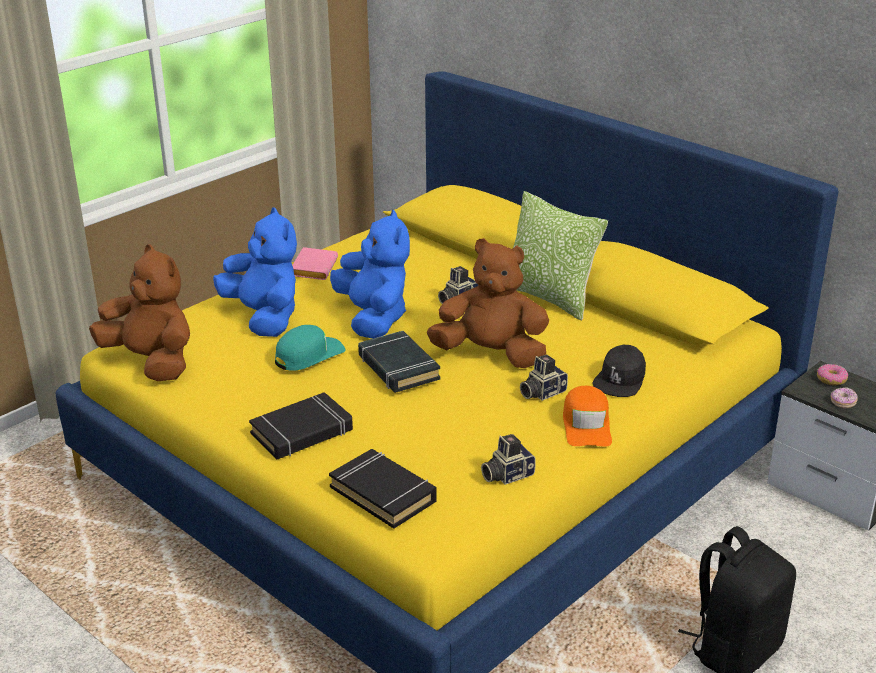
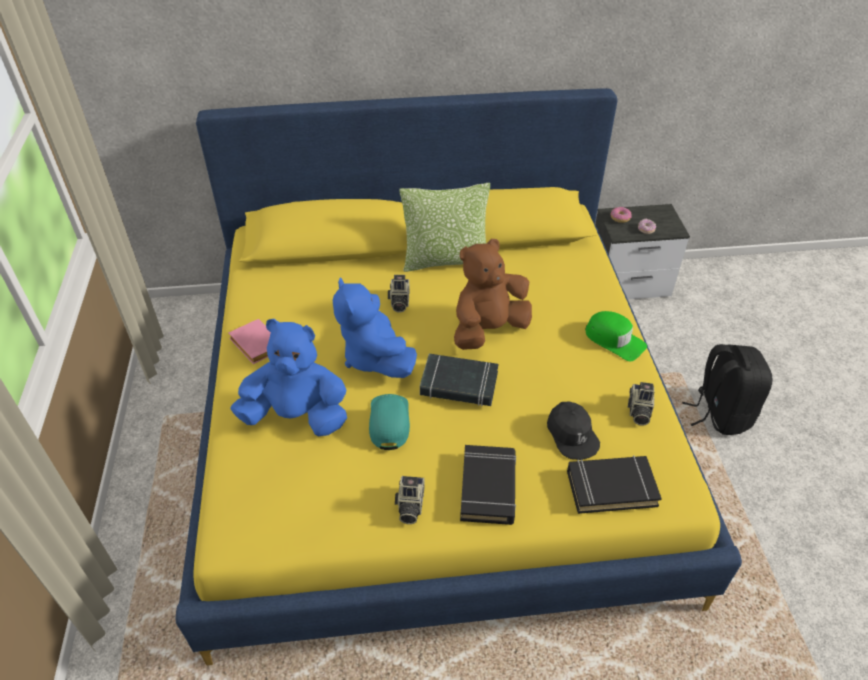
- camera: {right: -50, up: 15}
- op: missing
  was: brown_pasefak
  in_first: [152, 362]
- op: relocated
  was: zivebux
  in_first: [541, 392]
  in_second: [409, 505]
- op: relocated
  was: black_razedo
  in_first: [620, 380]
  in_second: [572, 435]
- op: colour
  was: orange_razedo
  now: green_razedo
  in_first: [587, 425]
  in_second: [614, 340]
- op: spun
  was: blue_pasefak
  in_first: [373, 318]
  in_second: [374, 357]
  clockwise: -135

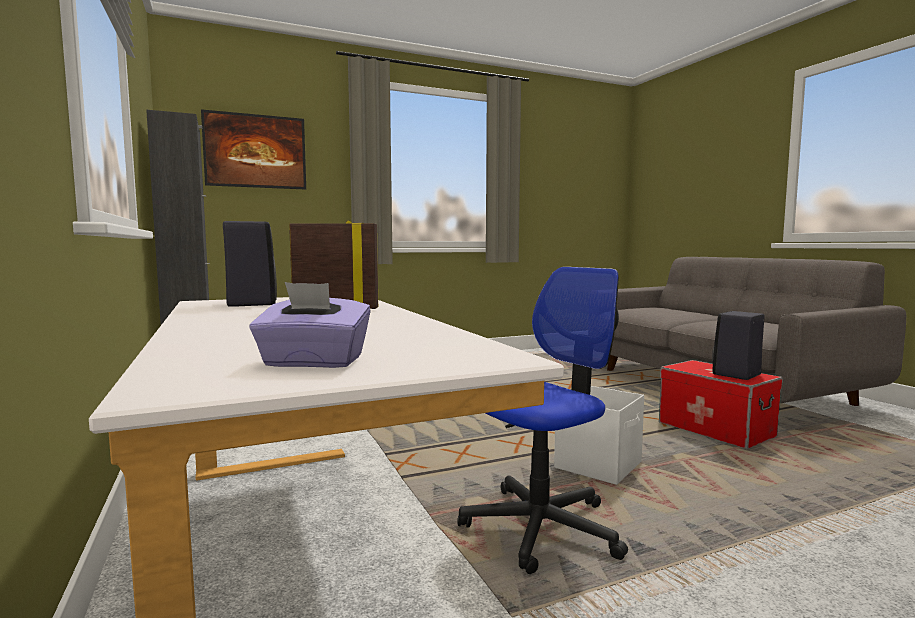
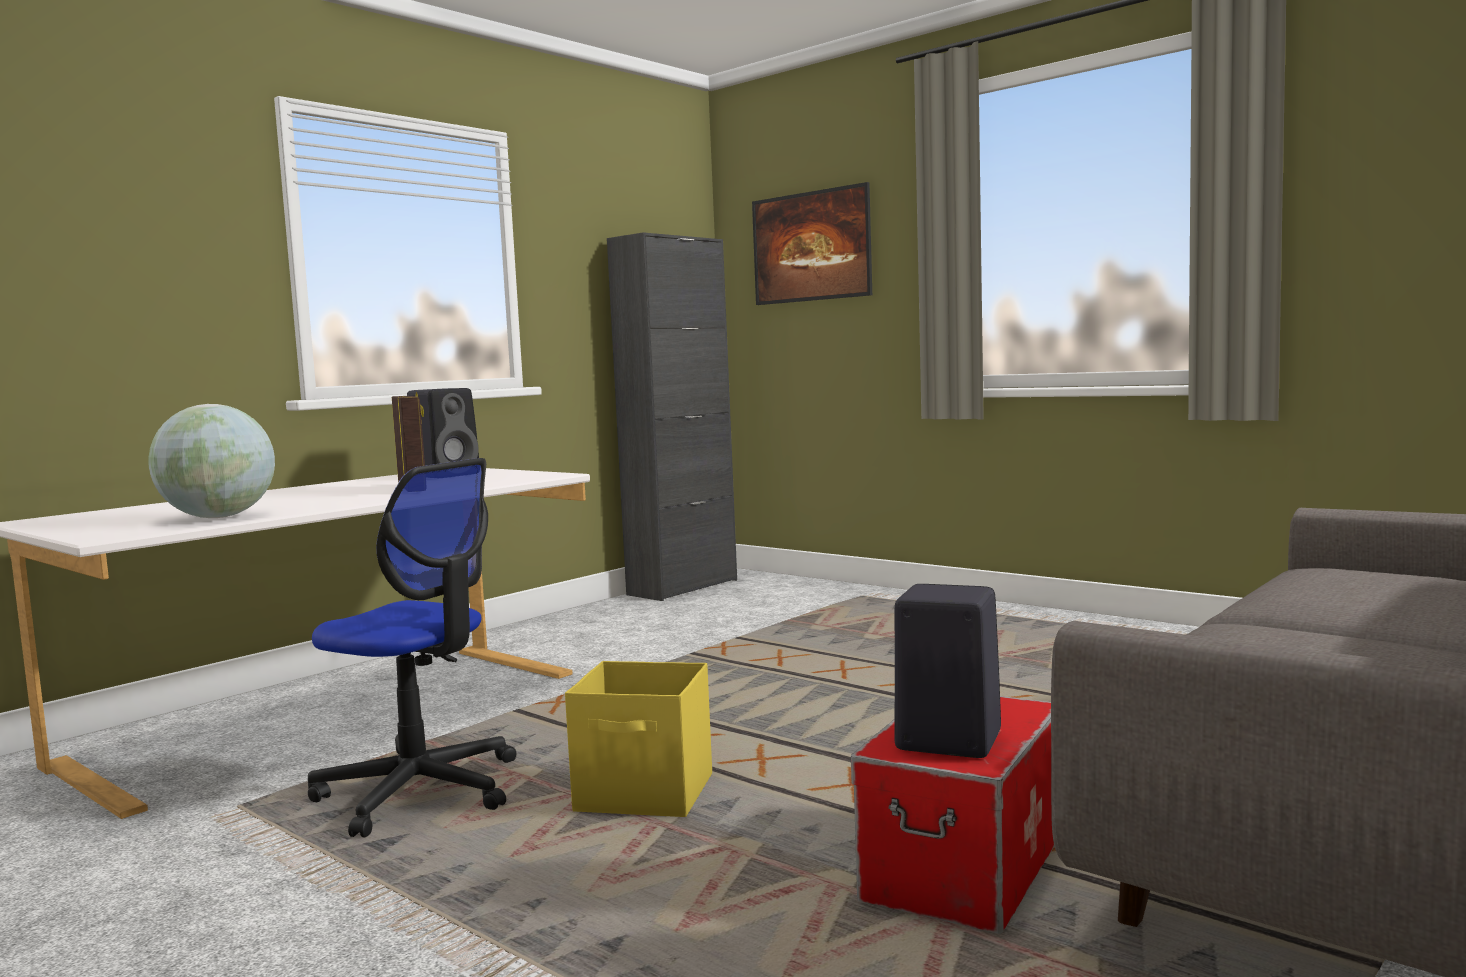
- camera: {right: 65, up: 0}
- op: missing
  was: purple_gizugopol
  in_first: [313, 362]
- op: appeared
  now: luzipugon
  in_second: [218, 517]
- op: colour
  was: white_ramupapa
  now: yellow_ramupapa
  in_first: [599, 465]
  in_second: [646, 794]

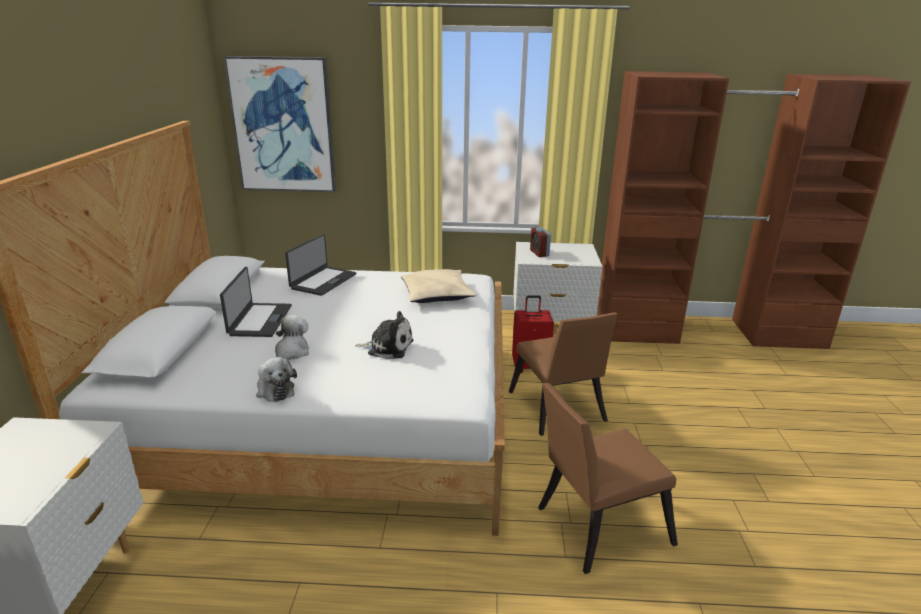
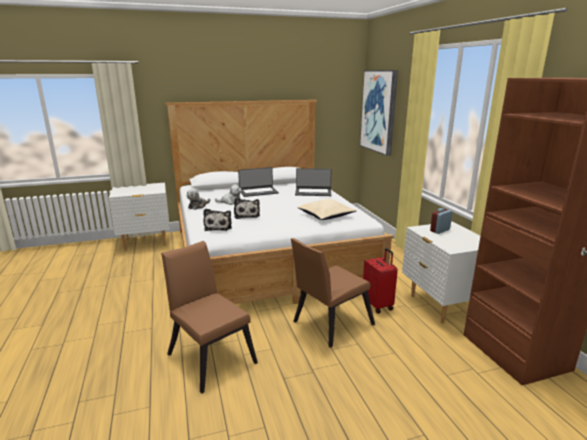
- camera: {right: 70, up: -5}
- op: appeared
  now: pasefak
  in_second: [218, 227]

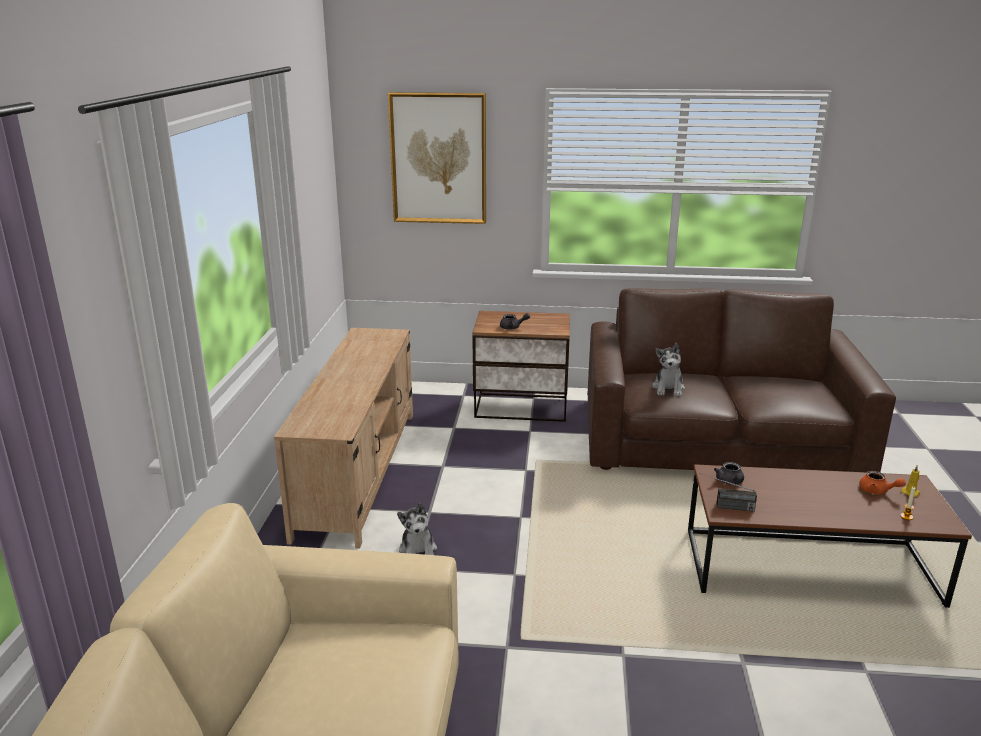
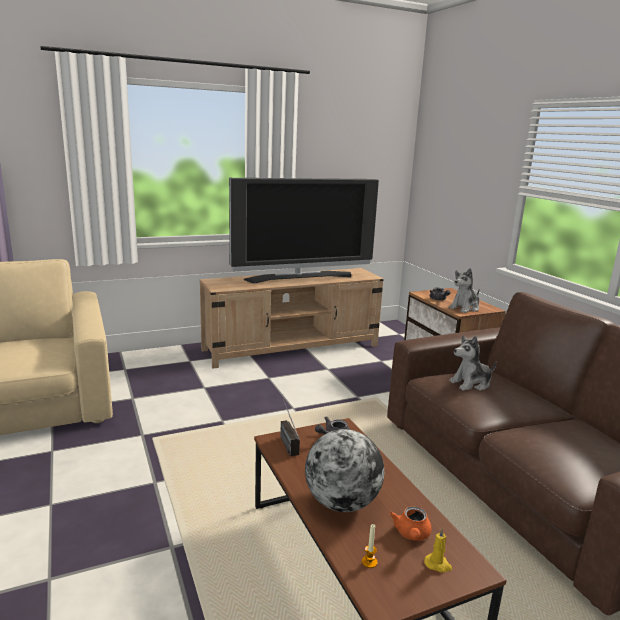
- camera: {right: 60, up: -5}
- op: missing
  was: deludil
  in_first: [438, 159]
- op: appeared
  now: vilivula
  in_second: [300, 277]
- op: appeared
  now: luzipugon
  in_second: [342, 503]
- op: relocated
  was: pasefak
  in_first: [418, 551]
  in_second: [465, 308]

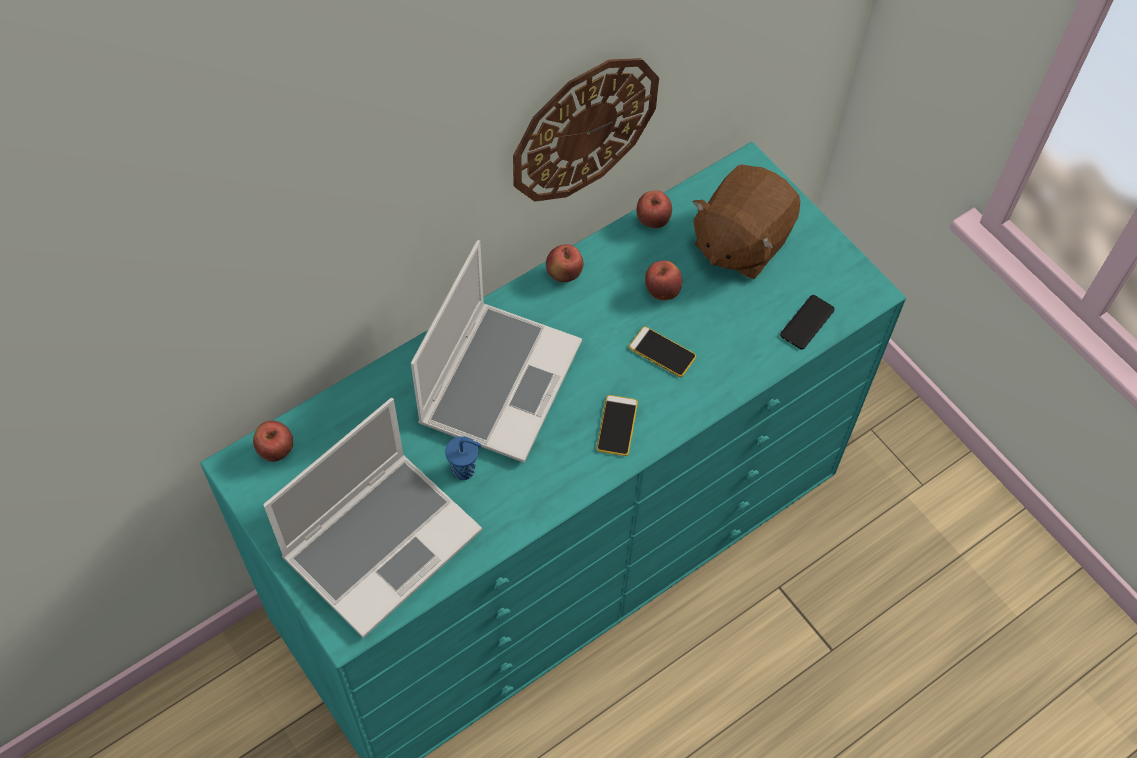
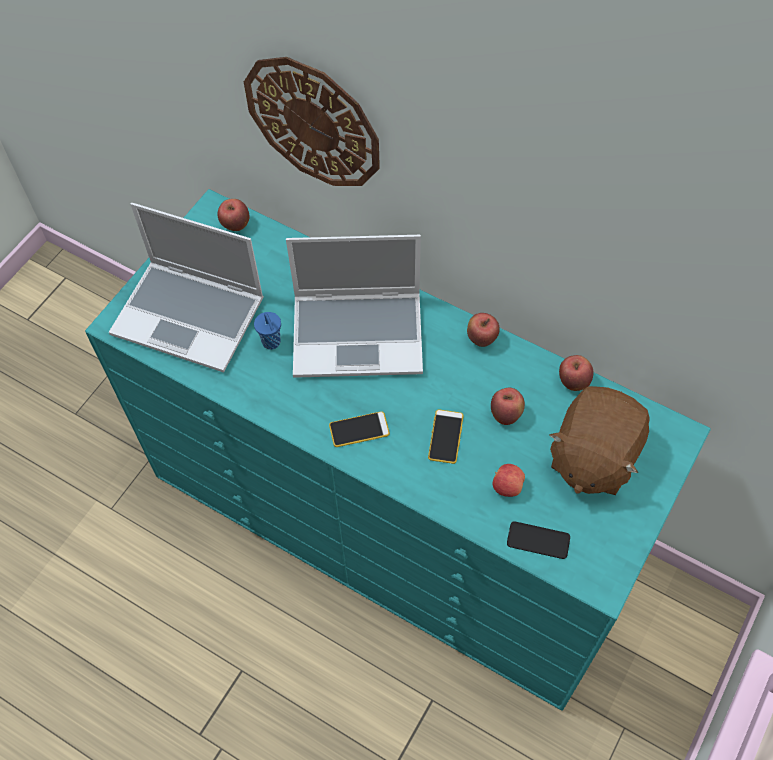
- camera: {right: 70, up: 0}
- op: appeared
  now: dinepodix
  in_second: [507, 486]
- op: relocated
  was: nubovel
  in_first: [584, 128]
  in_second: [313, 122]
- op: spun
  was: brown_pasefak
  in_first: [740, 242]
  in_second: [592, 456]
  clockwise: -75

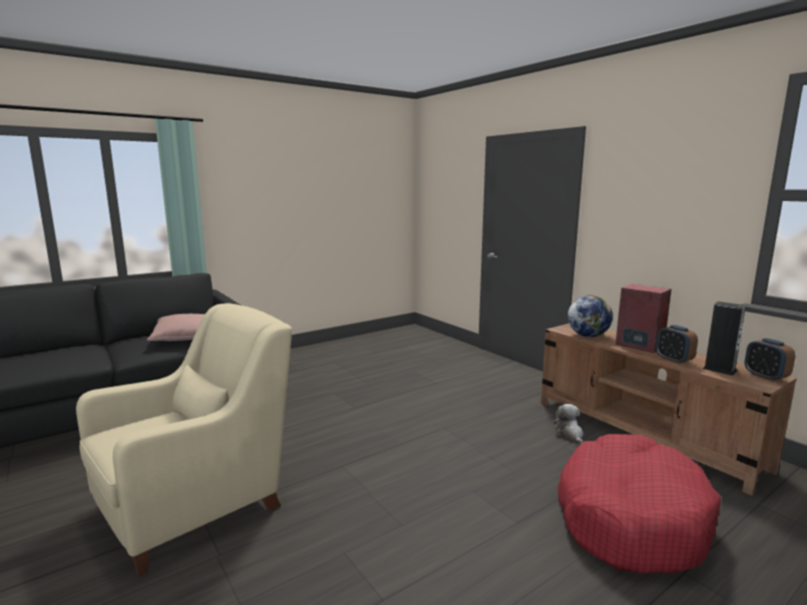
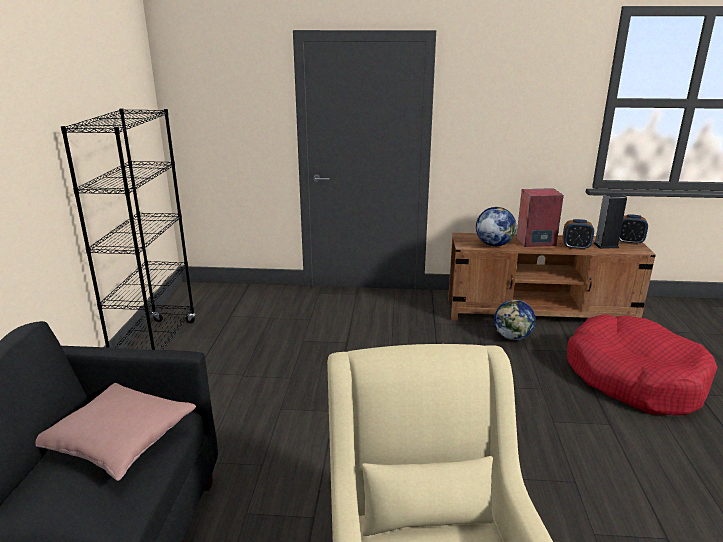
- camera: {right: -50, up: 10}
- op: appeared
  now: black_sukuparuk
  in_second: [156, 345]
- op: exchanged
  was: pasefak
  now: luzipugon
  in_first: [570, 434]
  in_second: [512, 337]

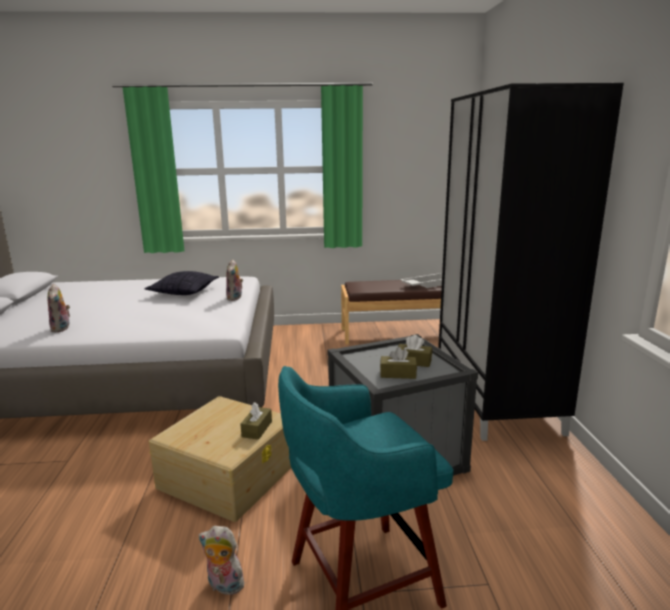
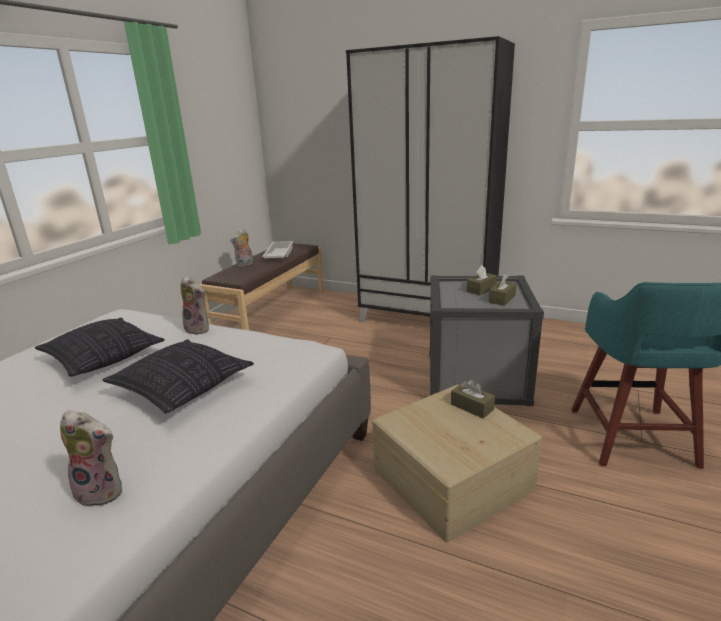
- camera: {right: -60, up: 5}
- op: appeared
  now: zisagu
  in_second: [182, 388]
- op: relocated
  was: pasefak
  in_first: [223, 586]
  in_second: [245, 265]

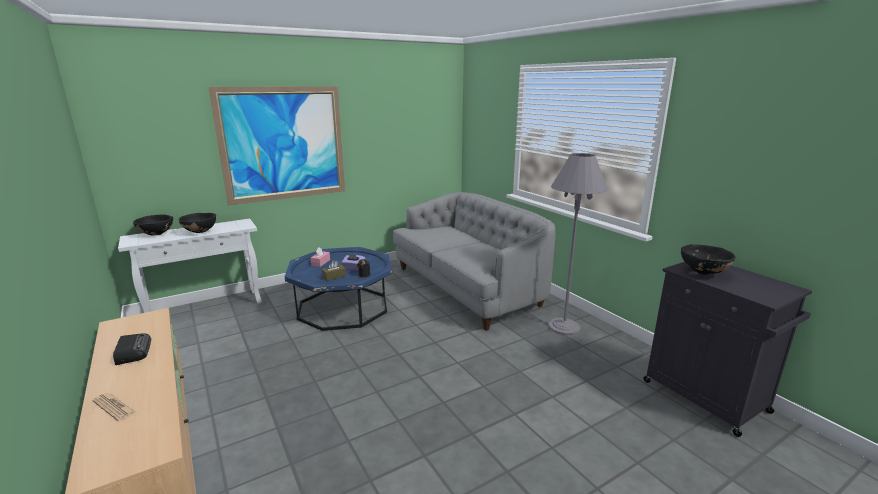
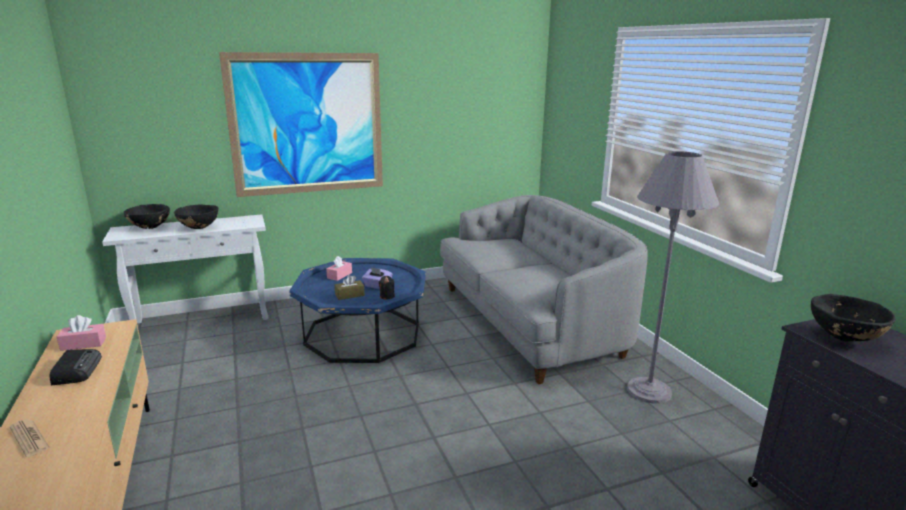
- camera: {right: 10, up: 0}
- op: appeared
  now: pink_gizugopol
  in_second: [83, 344]

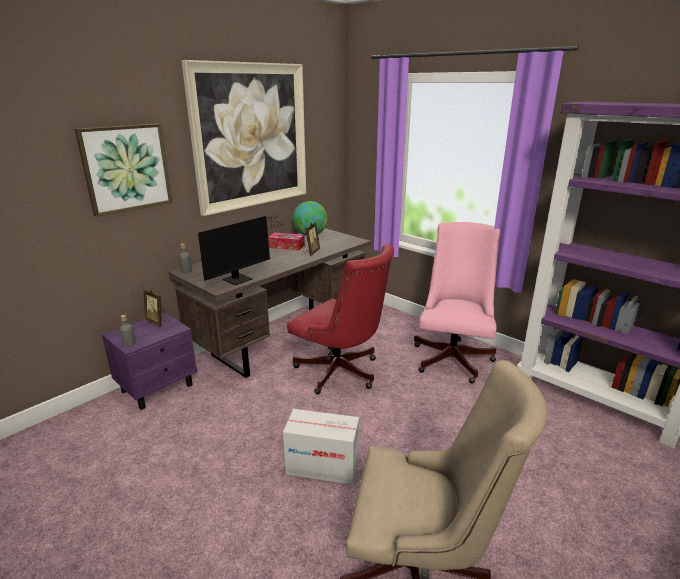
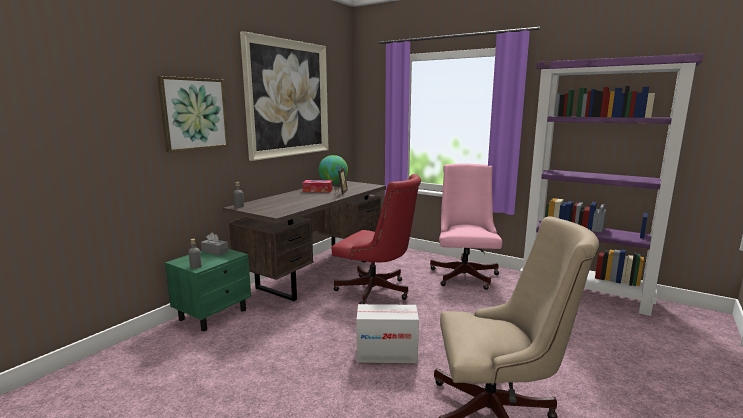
- camera: {right: -10, up: -10}
- op: missing
  was: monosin
  in_first: [241, 278]
- op: exchanged
  was: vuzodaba
  now: grey_gizugopol
  in_first: [158, 322]
  in_second: [215, 251]
- op: colour
  was: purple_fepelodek
  now: green_fepelodek
  in_first: [158, 387]
  in_second: [214, 314]

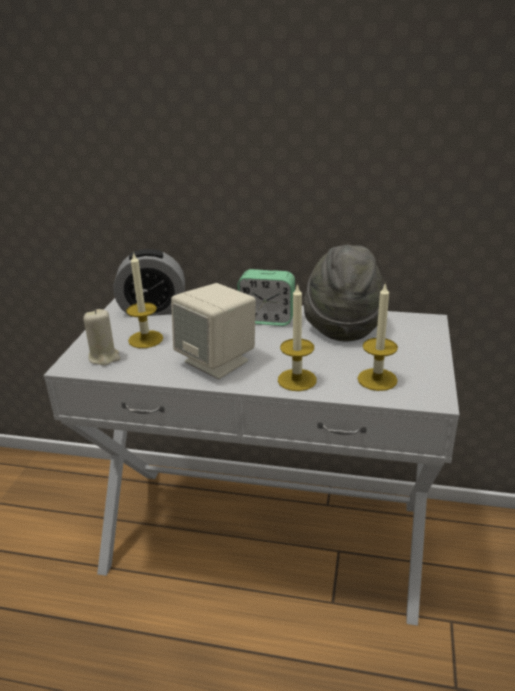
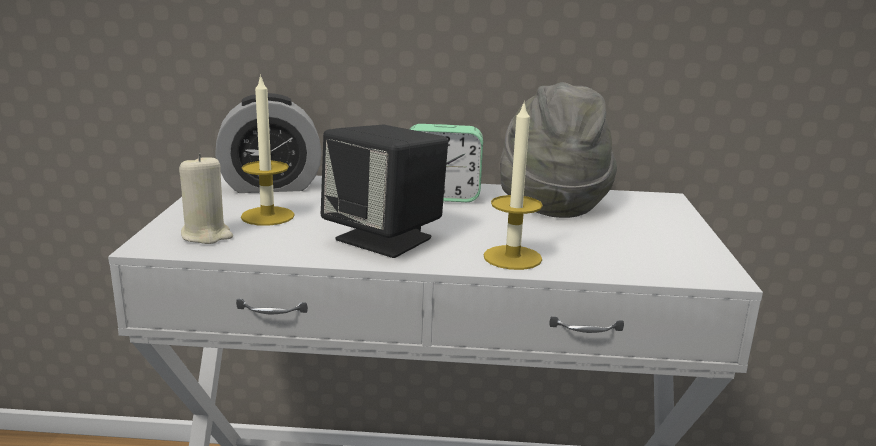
- camera: {right: -10, up: -10}
- op: missing
  was: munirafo
  in_first: [377, 379]
- op: colour
  was: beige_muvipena
  now: black_muvipena
  in_first: [217, 361]
  in_second: [385, 239]

